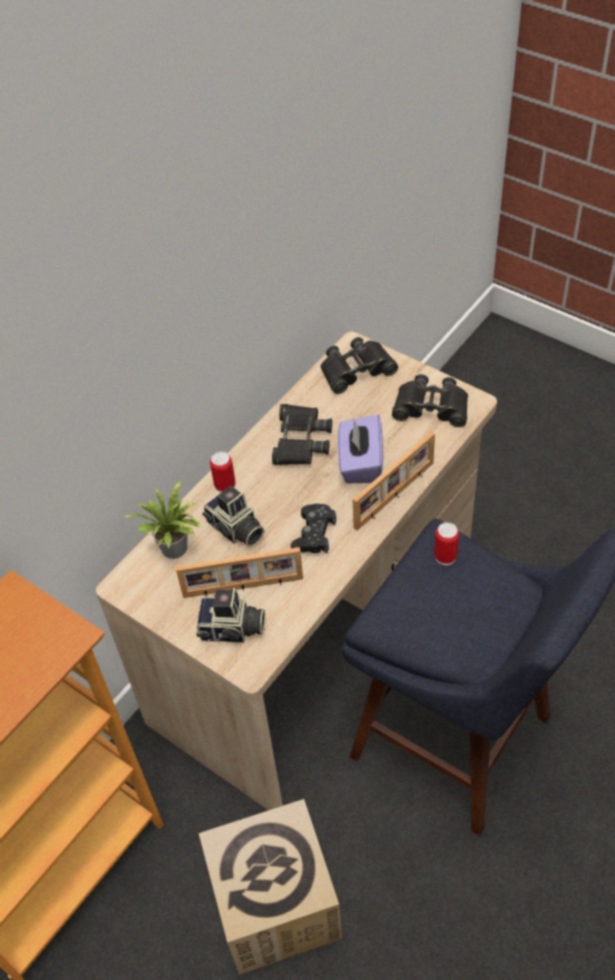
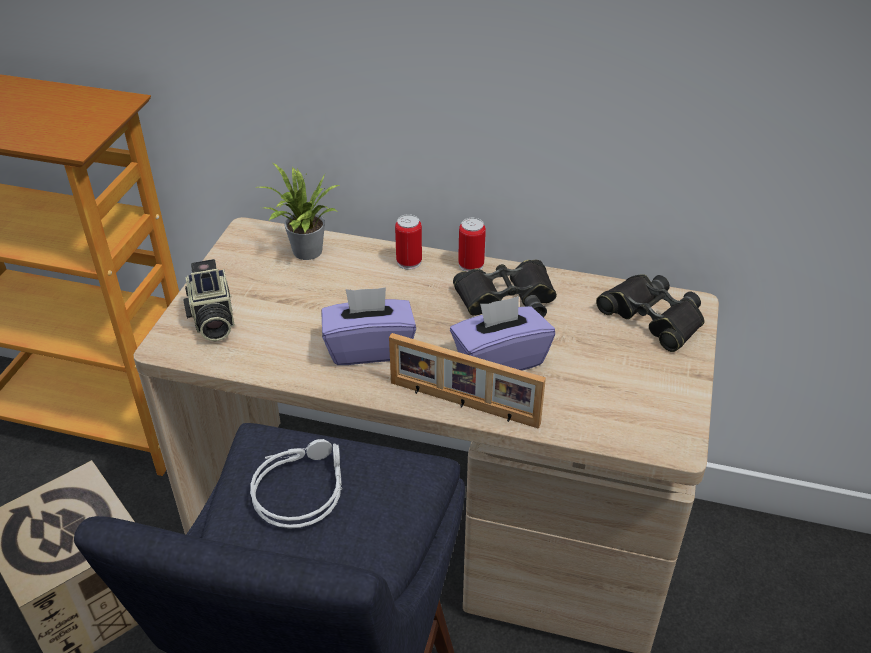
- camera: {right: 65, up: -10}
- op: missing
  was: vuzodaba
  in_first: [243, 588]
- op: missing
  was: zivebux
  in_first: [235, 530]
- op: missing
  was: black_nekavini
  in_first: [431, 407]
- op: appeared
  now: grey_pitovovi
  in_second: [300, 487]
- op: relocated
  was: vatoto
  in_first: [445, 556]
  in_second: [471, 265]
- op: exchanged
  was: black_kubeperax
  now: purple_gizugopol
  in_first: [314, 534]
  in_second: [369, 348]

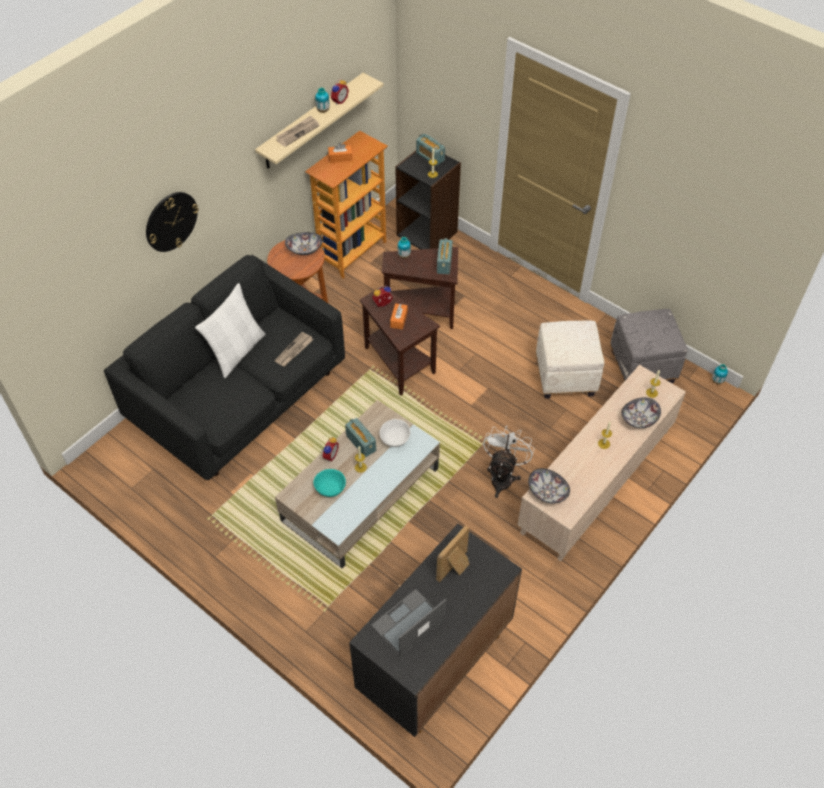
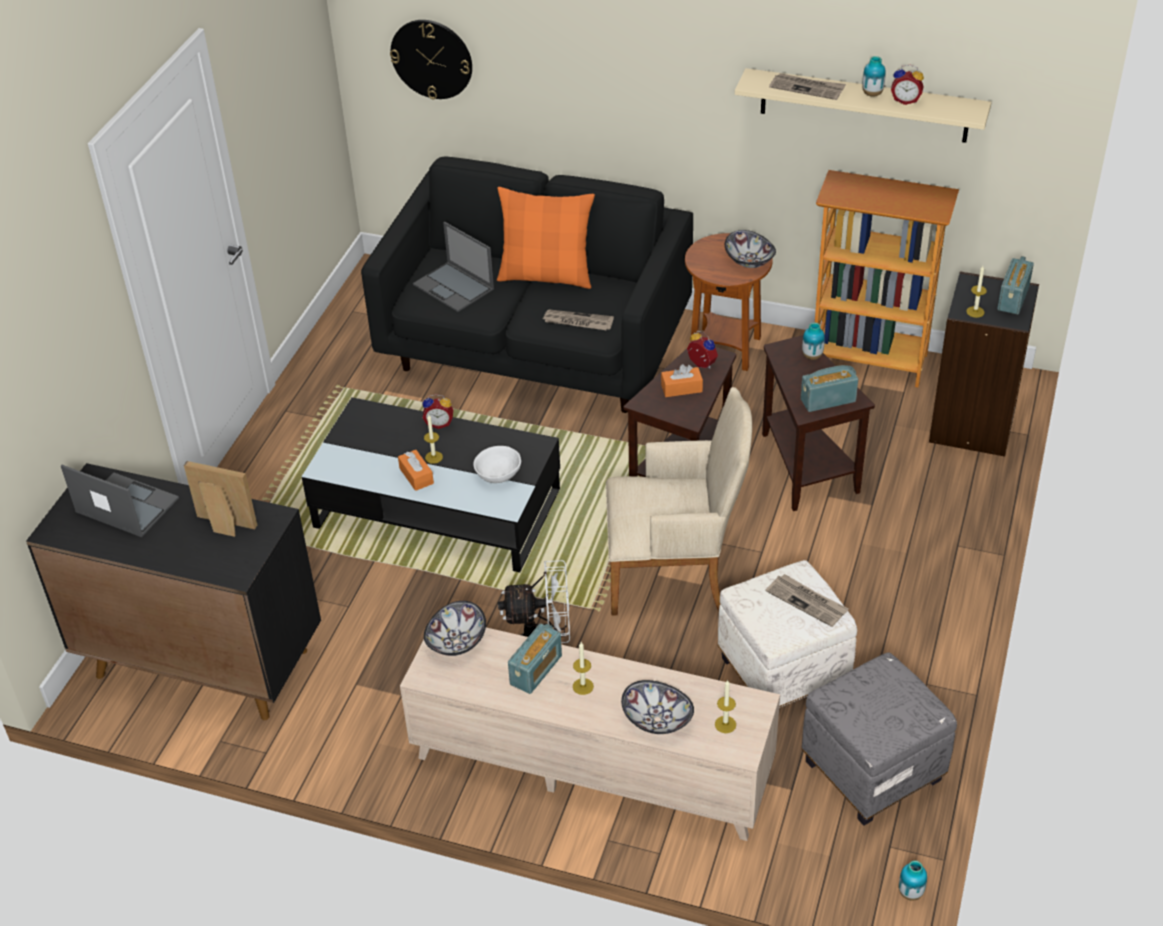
- camera: {right: 70, up: -10}
- op: missing
  was: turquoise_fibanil
  in_first: [331, 489]
- op: appeared
  now: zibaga
  in_second: [454, 287]
- op: appeared
  now: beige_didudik
  in_second: [675, 575]
- op: appeared
  now: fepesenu
  in_second: [807, 601]
- op: relocated
  was: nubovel
  in_first: [171, 221]
  in_second: [432, 59]
- op: relocated
  was: orange_gizugopol
  in_first: [340, 158]
  in_second: [416, 476]
- op: relocated
  was: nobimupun
  in_first: [361, 443]
  in_second: [536, 670]
- op: colour
  was: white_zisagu
  now: orange_zisagu
  in_first: [237, 352]
  in_second: [546, 276]
- op: colour
  was: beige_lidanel
  now: black_lidanel
  in_first: [360, 494]
  in_second: [437, 508]

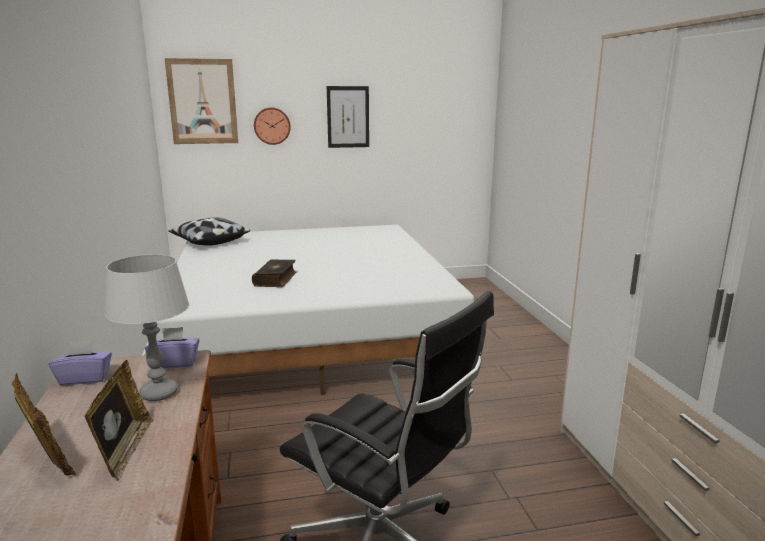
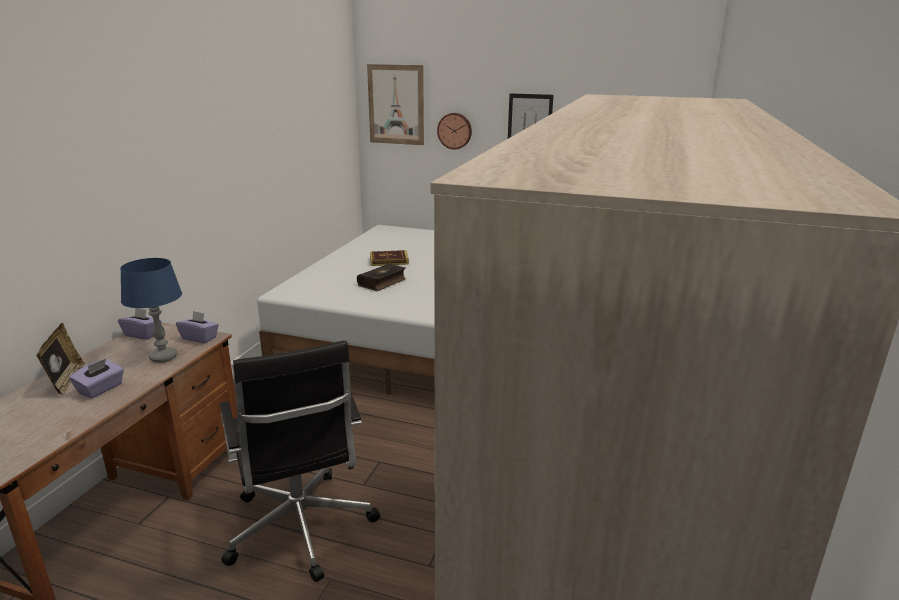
- camera: {right: 30, up: 5}
- op: missing
  was: zisagu
  in_first: [209, 242]
- op: appeared
  now: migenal
  in_second: [389, 261]
- op: exchanged
  was: vuzodaba
  now: purple_gizugopol
  in_first: [125, 451]
  in_second: [101, 389]
- op: colour
  was: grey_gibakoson
  now: blue_gibakoson
  in_first: [159, 393]
  in_second: [163, 357]

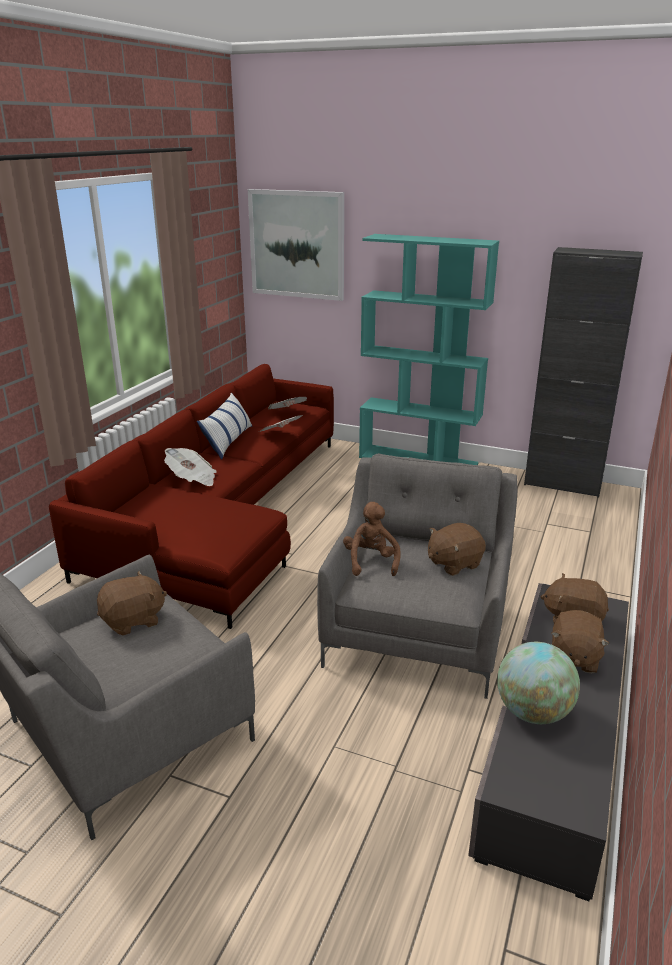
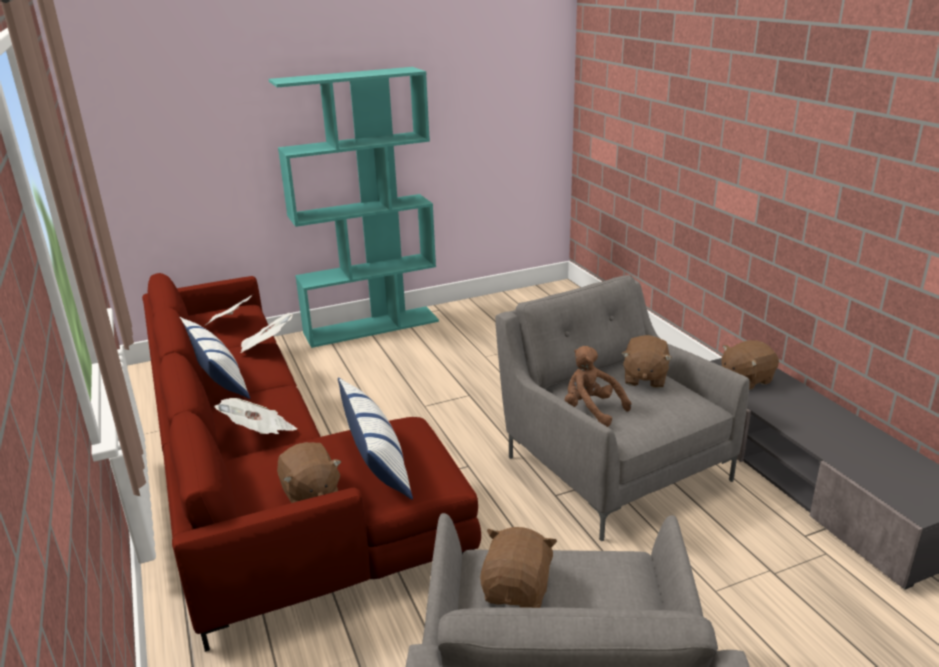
- camera: {right: -45, up: 0}
- op: missing
  was: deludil
  in_first: [297, 244]
- op: missing
  was: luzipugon
  in_first: [533, 712]
- op: missing
  was: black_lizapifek
  in_first: [562, 484]
- op: appeared
  now: zisagu
  in_second: [377, 460]
- op: relocated
  was: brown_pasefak
  in_first: [574, 658]
  in_second: [310, 494]

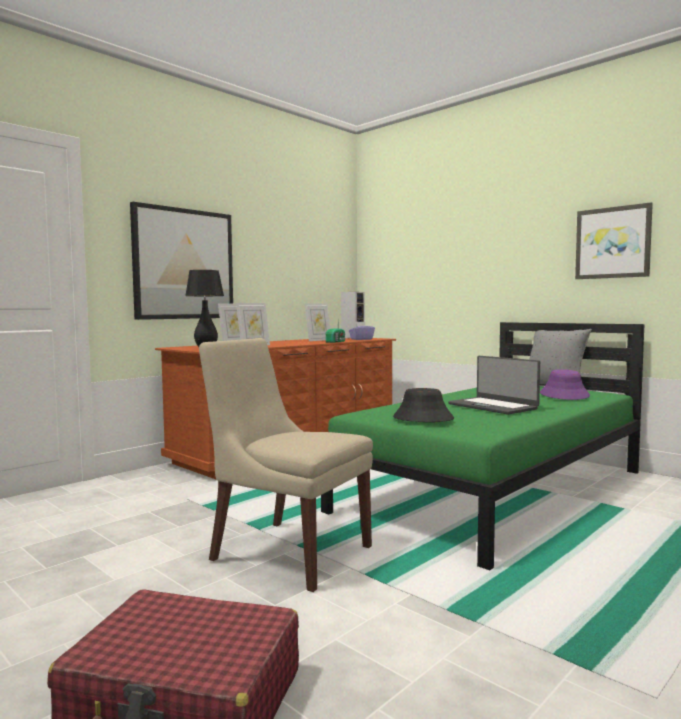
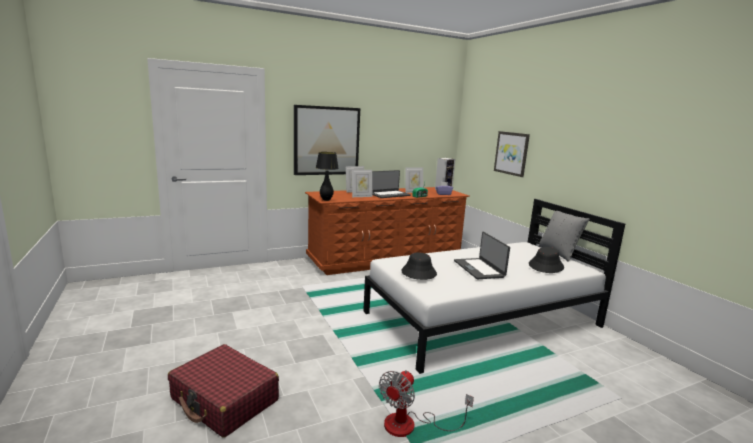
- camera: {right: 20, up: 10}
- op: missing
  was: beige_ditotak
  in_first: [287, 552]
- op: appeared
  now: zibaga
  in_second: [389, 194]
- op: appeared
  now: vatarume
  in_second: [411, 425]
- op: relocated
  was: deludil
  in_first: [613, 242]
  in_second: [511, 153]
- op: colour
  was: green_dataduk
  now: white_dataduk
  in_first: [497, 490]
  in_second: [483, 319]
- op: colour
  was: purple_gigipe
  now: black_gigipe
  in_first: [564, 395]
  in_second: [546, 266]

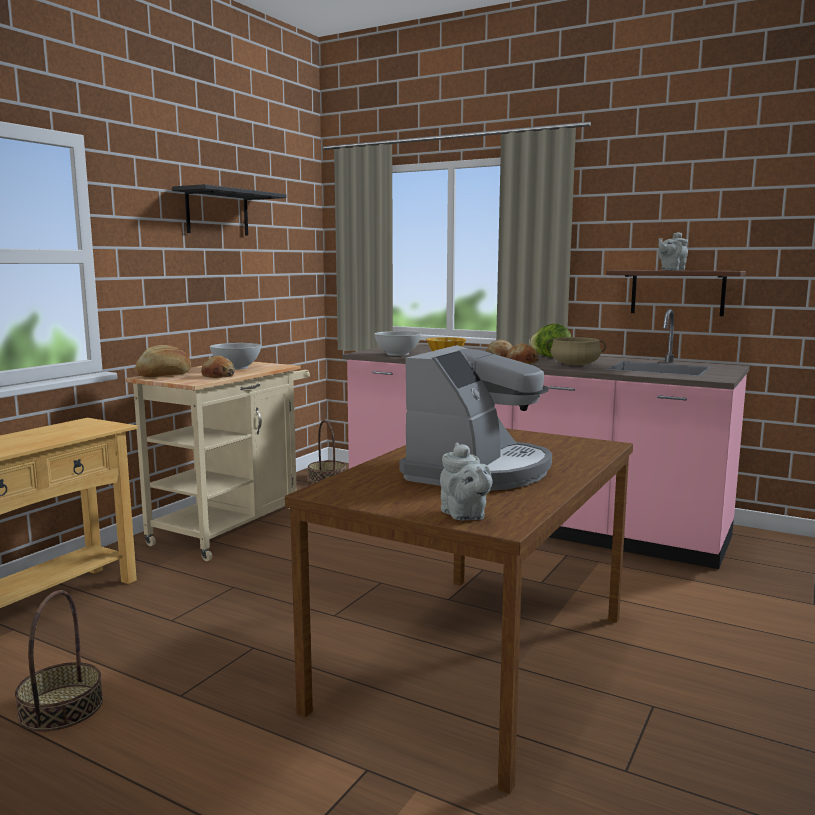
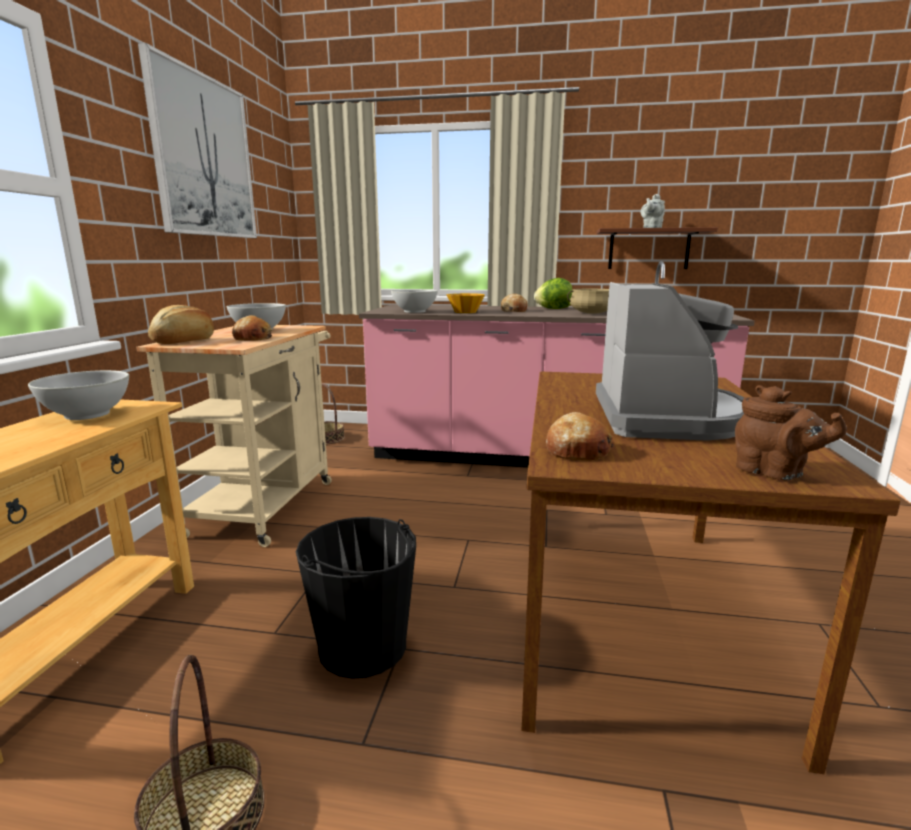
- camera: {right: -20, up: 5}
- op: appeared
  now: white_fibanil
  in_second: [88, 414]
- op: appeared
  now: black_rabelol
  in_second: [363, 646]
- op: relocated
  was: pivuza
  in_first: [522, 362]
  in_second: [577, 451]
- op: exchanged
  was: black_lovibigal
  now: deludil
  in_first: [217, 213]
  in_second: [204, 157]
- op: colour
  was: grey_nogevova
  now: brown_nogevova
  in_first: [465, 515]
  in_second: [774, 473]

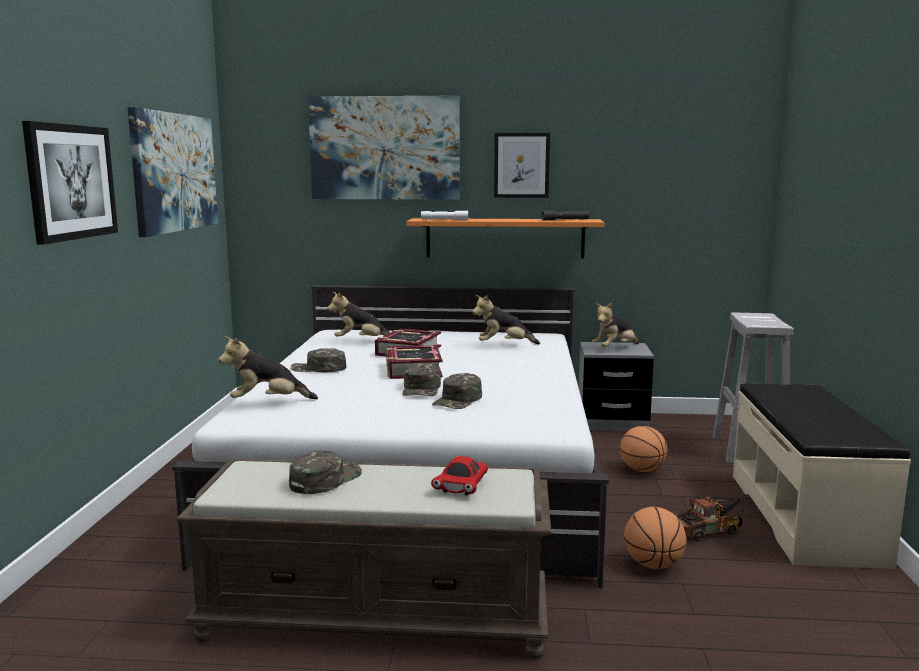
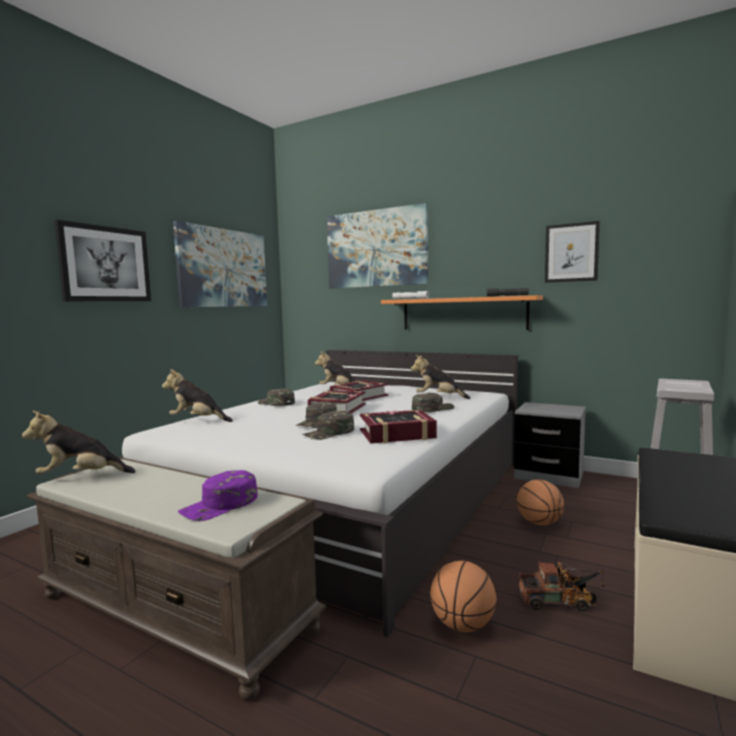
- camera: {right: 25, up: -5}
- op: appeared
  now: migenal
  in_second: [397, 434]
- op: relocated
  was: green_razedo
  in_first: [325, 480]
  in_second: [432, 409]
- op: relocated
  was: deludil
  in_first: [521, 165]
  in_second: [571, 252]
- op: relocated
  was: pasefak
  in_first: [615, 348]
  in_second: [81, 477]
- op: exchanged
  was: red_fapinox
  now: purple_razedo
  in_first: [461, 487]
  in_second: [220, 505]

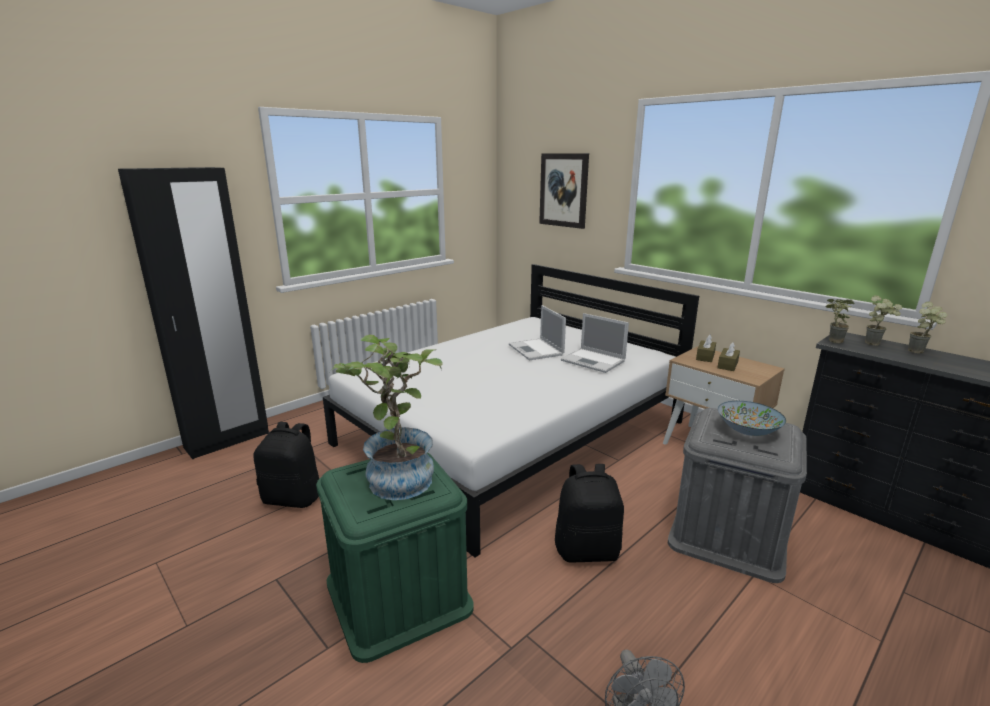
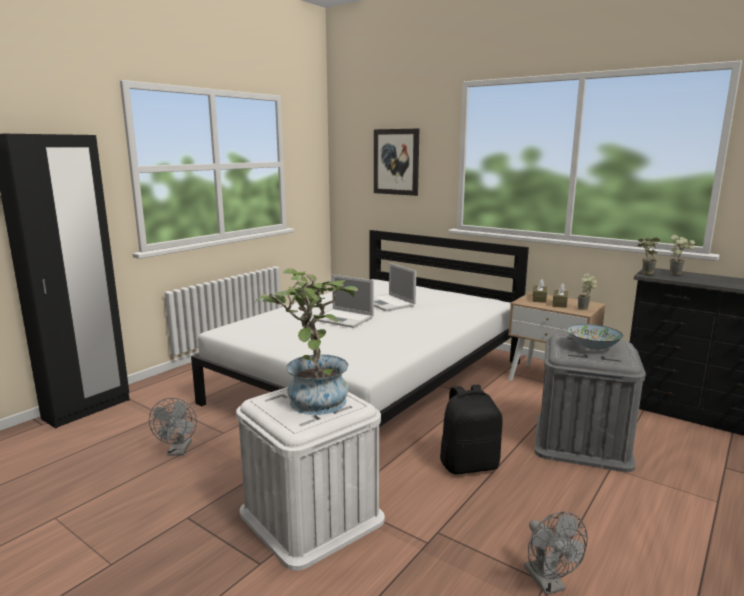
- camera: {right: -10, up: -5}
- op: relocated
  was: zibaga
  in_first: [594, 361]
  in_second: [344, 319]
- op: relocated
  was: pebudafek
  in_first: [920, 352]
  in_second: [586, 309]
- op: exchanged
  was: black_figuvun
  now: grey_vatarume
  in_first: [294, 498]
  in_second: [178, 451]
- op: colour
  was: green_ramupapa
  now: white_ramupapa
  in_first: [398, 594]
  in_second: [311, 516]

